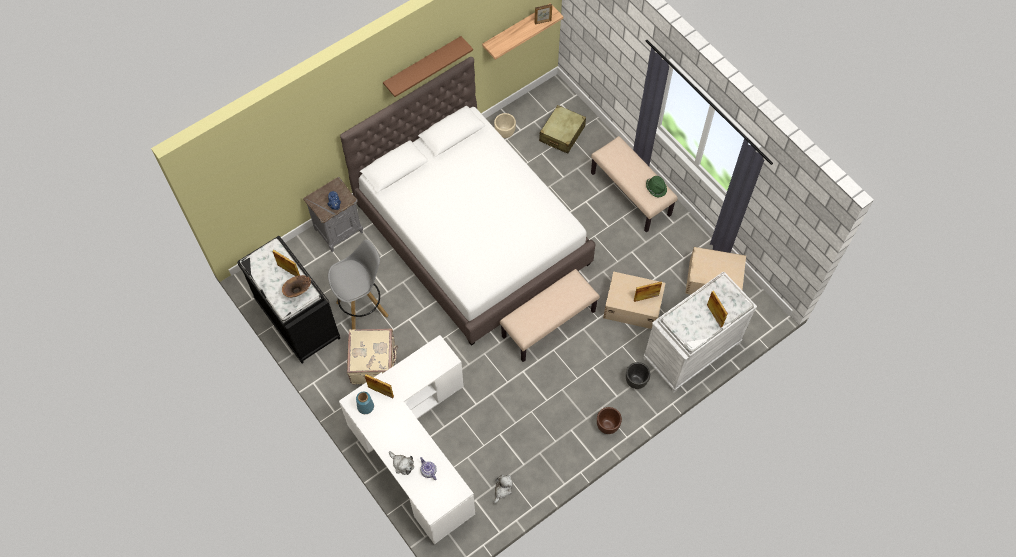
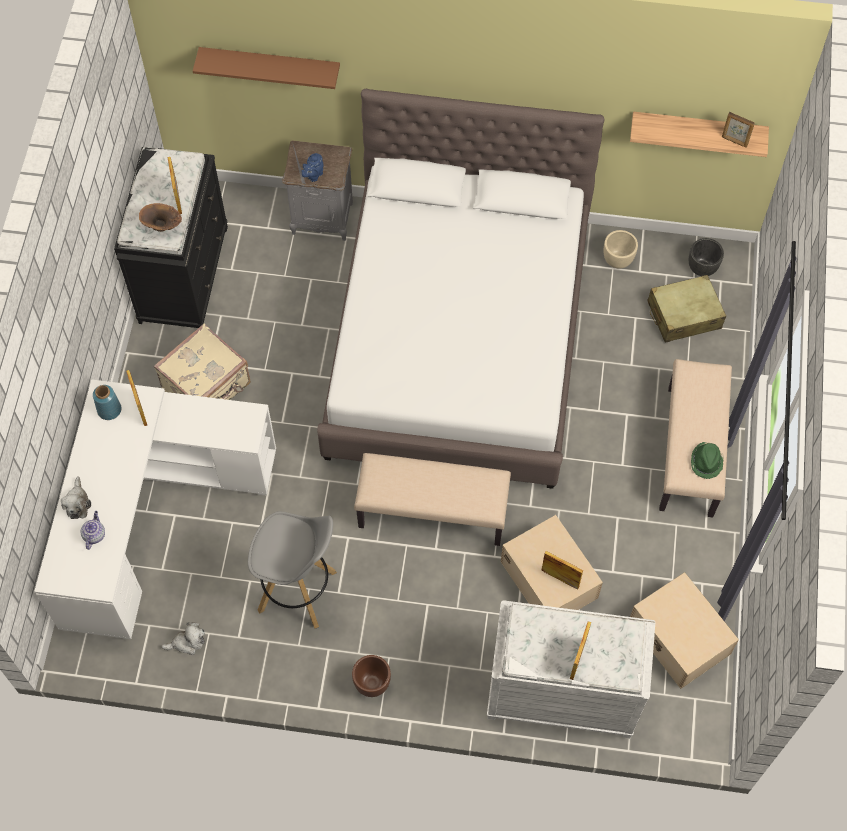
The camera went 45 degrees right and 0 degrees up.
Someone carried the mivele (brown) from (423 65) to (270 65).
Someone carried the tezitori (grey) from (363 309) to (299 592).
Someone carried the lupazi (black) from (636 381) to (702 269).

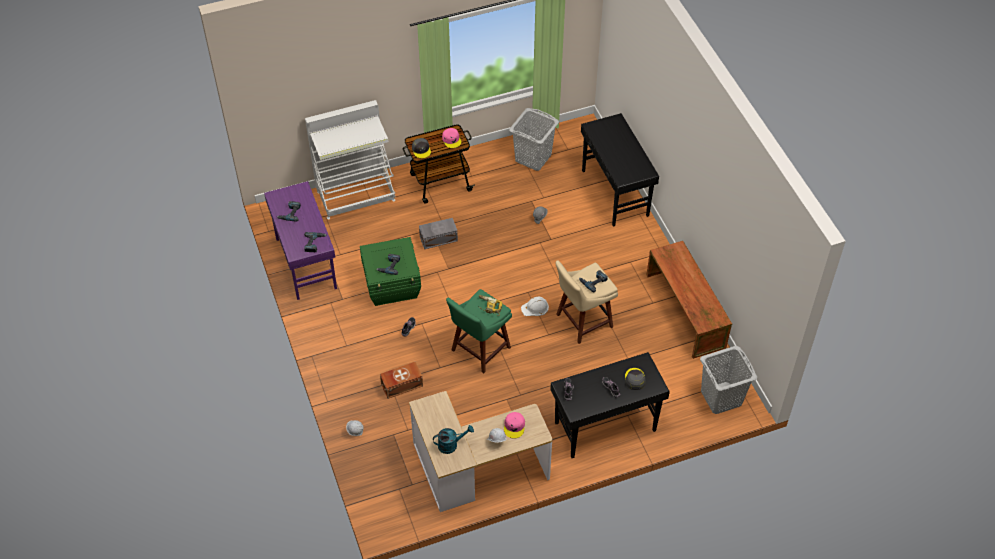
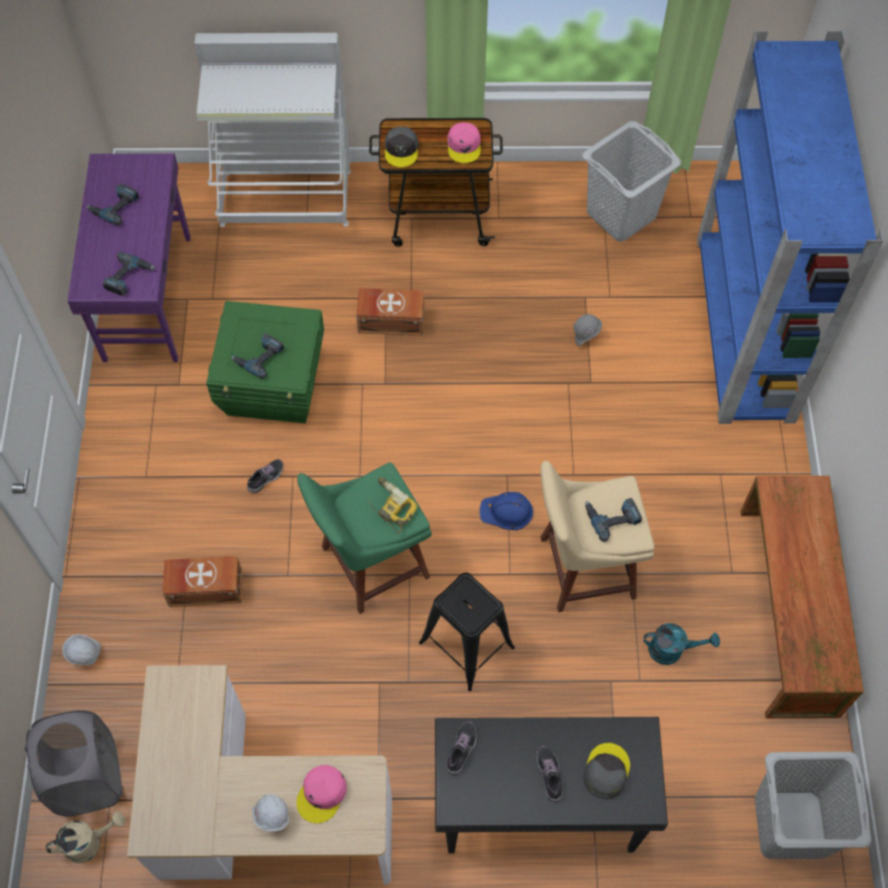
The camera went 20 degrees right and 10 degrees up.
Someone put down the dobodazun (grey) at (89 778).
Someone put down the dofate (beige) at (89 842).
Someone repainted the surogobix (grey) at (438 238), which became the surogobix (brown) at (390 320).
Someone put down the tezitori (black) at (466 645).
Someone repainted the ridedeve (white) at (535 308), which became the ridedeve (blue) at (507 511).
Someone carried the dofate (turquoise) from (451 444) to (672 649).
Someone swapped the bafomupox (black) at (615 193) for the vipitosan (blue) at (744 327).

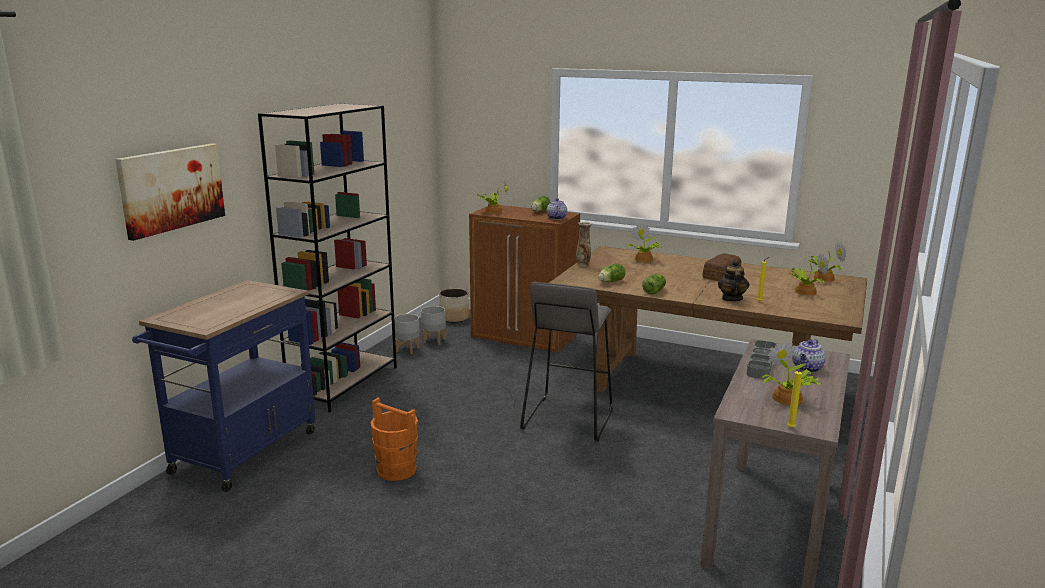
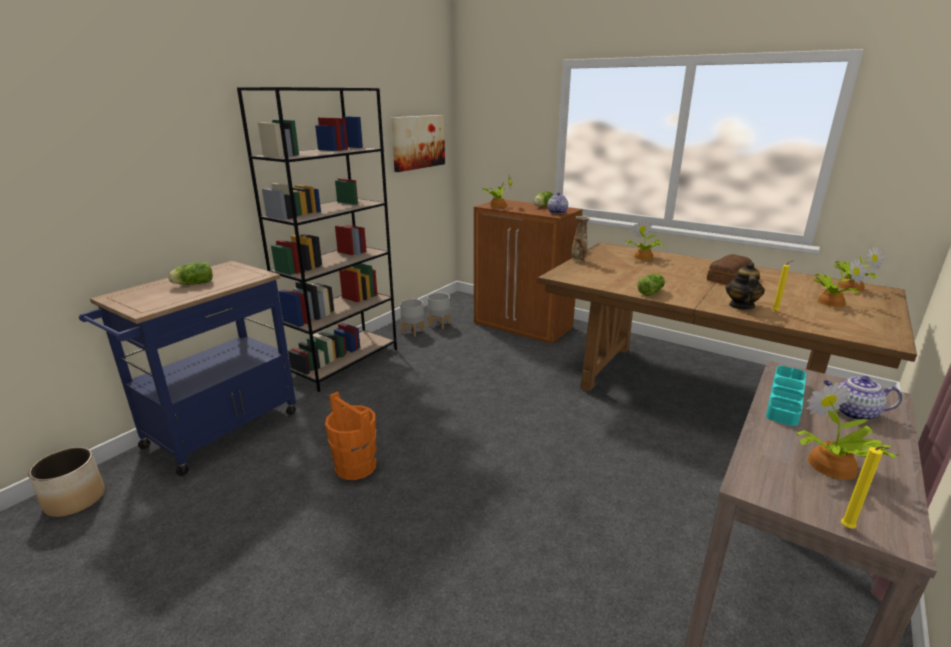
The camera went 10 degrees right and 5 degrees up.
Someone carried the lupazi from (454 318) to (75 500).
Someone carried the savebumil from (610 282) to (192 284).
Someone carried the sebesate from (171 189) to (418 142).
Someone repainted the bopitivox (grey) at (761 363), which became the bopitivox (turquoise) at (785 399).
Someone rotated the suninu at (807 368) by 60 degrees clockwise.
Someone took away the tezitori (grey) at (567 419).

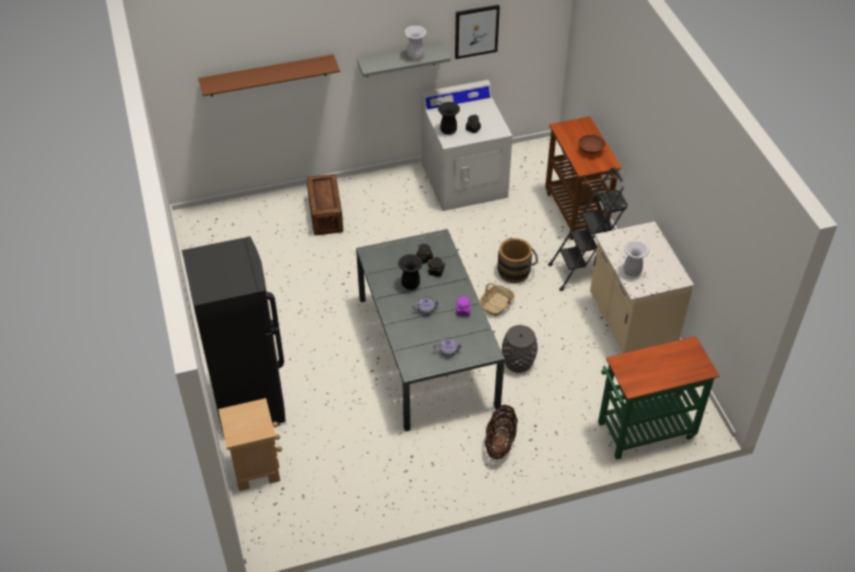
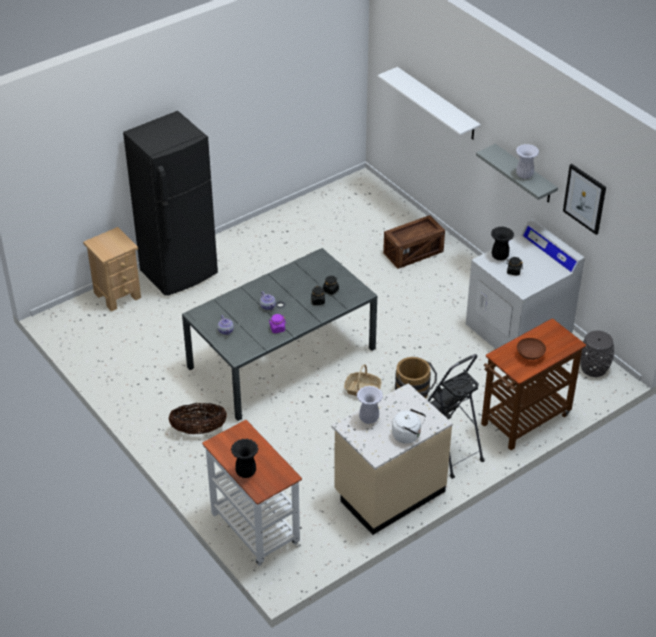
The camera went 70 degrees right and 5 degrees down.
Someone repainted the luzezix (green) at (644 431), which became the luzezix (white) at (254 528).
Someone carried the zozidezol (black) from (410 284) to (246 472).
Someone repainted the mivele (brown) at (267 75), which became the mivele (white) at (437 104).
Someone put down the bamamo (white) at (408 435).
Someone carried the tezitori (grey) from (518 362) to (593 368).

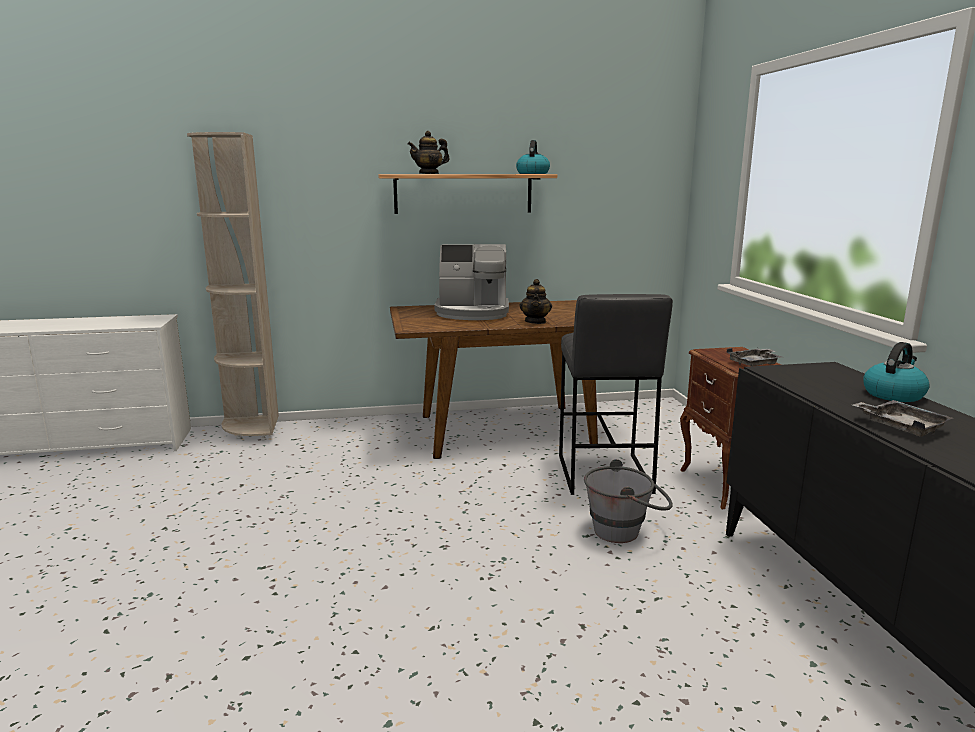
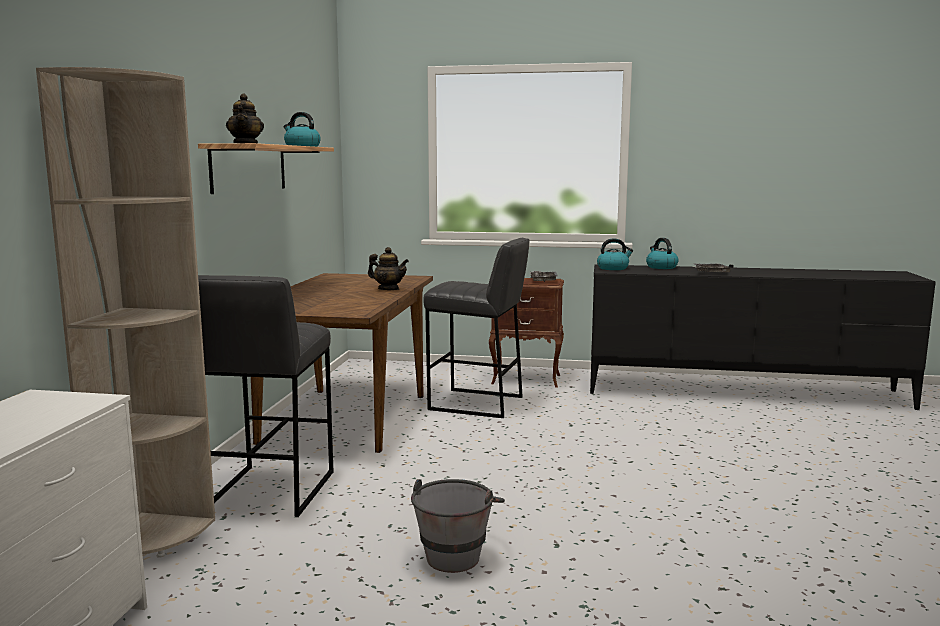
The camera went 70 degrees left and 5 degrees down.
Someone put down the tezitori (grey) at (270 491).
Someone carried the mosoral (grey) from (626 531) to (456 553).
Someone put down the bamamo at (613 268).
Someone took away the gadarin at (473 313).

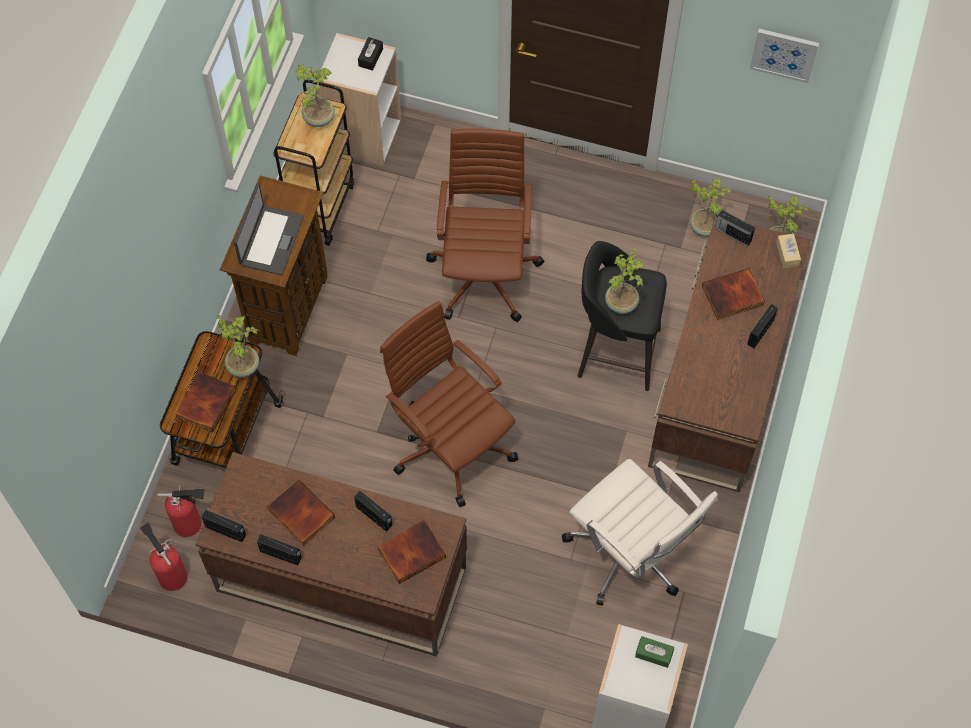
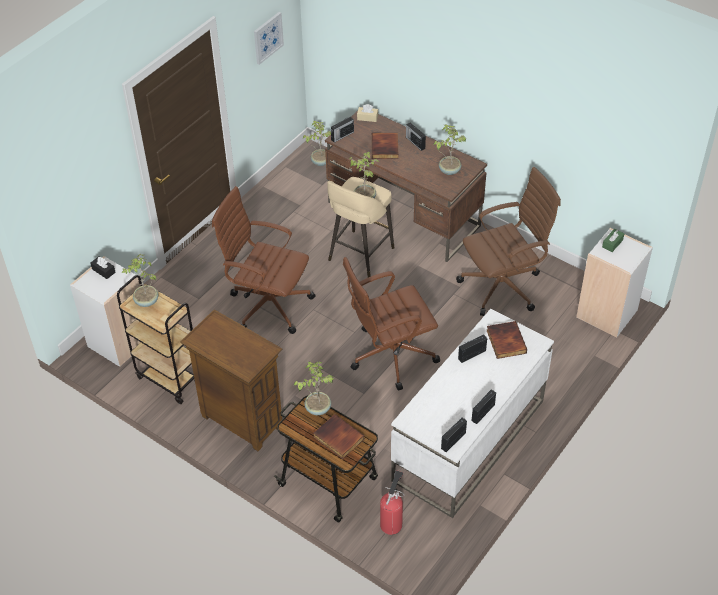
The camera went 70 degrees left and 15 degrees down.
Someone repainted the tezitori (black) at (616 352), which became the tezitori (beige) at (360 255).
Someone repainted the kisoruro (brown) at (340 579), which became the kisoruro (white) at (468 441).
Someone carried the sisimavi from (704 227) to (449 170).
Someone repainted the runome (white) at (631 554), which became the runome (brown) at (503 286).
Someone took away the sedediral at (171 574).
Someone took away the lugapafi at (270 240).
Someone took away the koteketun at (300 514).

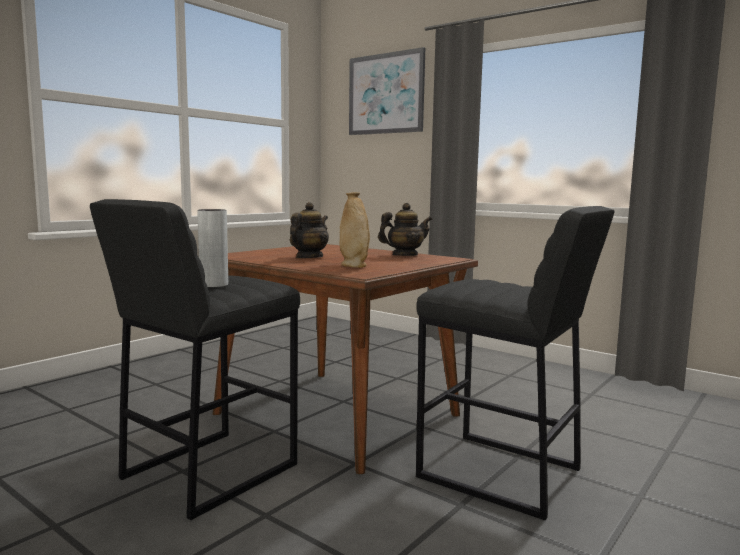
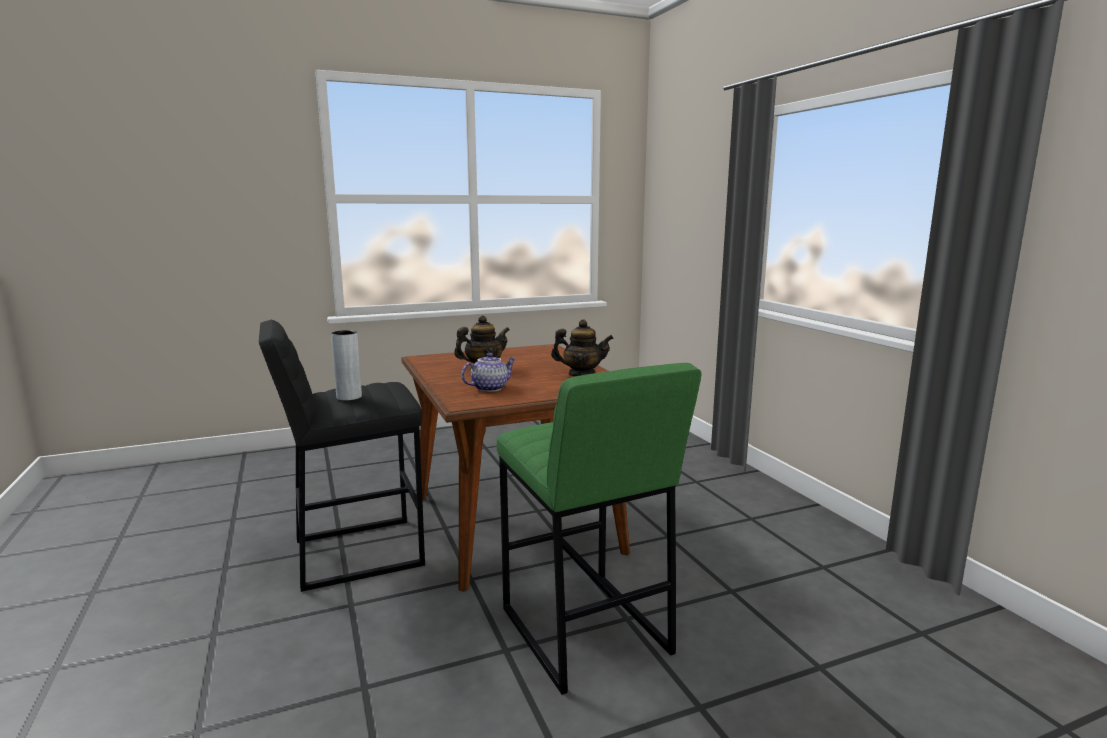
The camera went 30 degrees right and 5 degrees up.
Someone swapped the zozidezol (beige) at (353 266) for the suninu at (489 388).
Someone repainted the tezitori (black) at (503 474), which became the tezitori (green) at (587 633).
Someone took away the sebesate at (386 94).

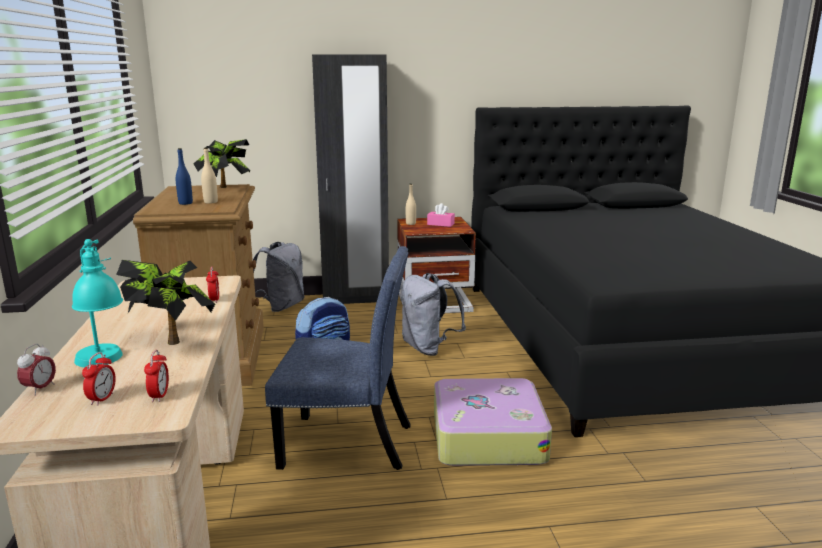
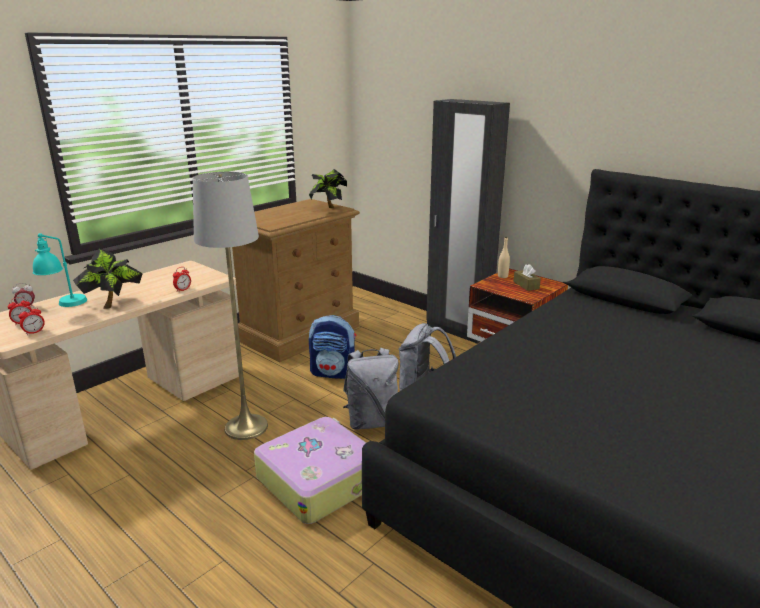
The camera went 50 degrees right and 5 degrees up.
Someone swapped the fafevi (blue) at (344 443) for the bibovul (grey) at (246 427).
Someone carried the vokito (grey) from (281 306) to (372 421).
Someone repainted the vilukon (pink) at (440 224), which became the vilukon (brown) at (526 285).
Someone took away the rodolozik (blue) at (185 203).
Someone took away the rodolozik (beige) at (210 202).

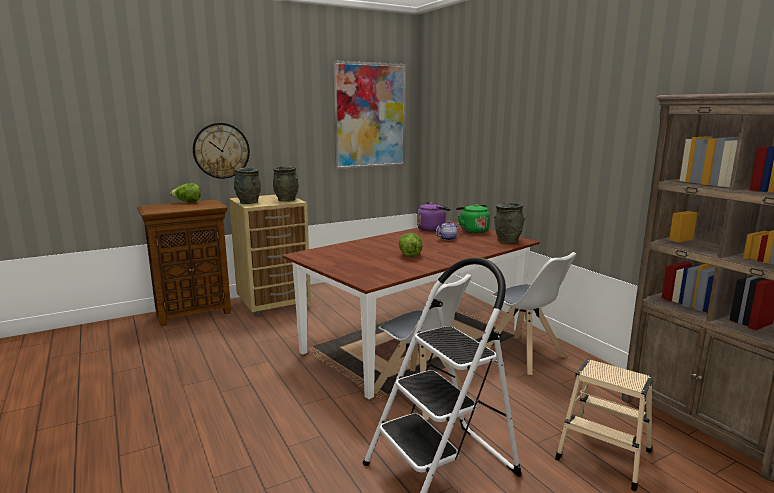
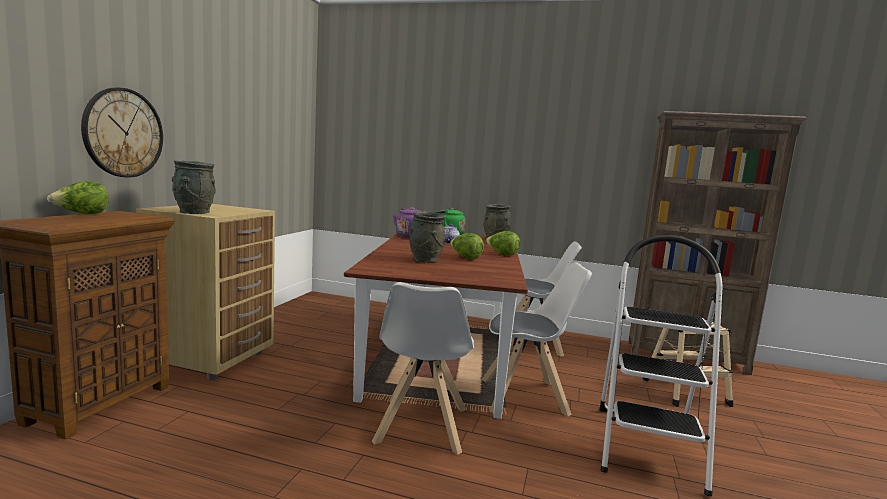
The camera went 45 degrees left and 5 degrees down.
Someone put down the fafevi at (421 427).
Someone carried the zozidezol (grey) from (286 200) to (425 260).
Someone put down the savebumil at (502 254).
Someone took away the sebesate at (370 115).

